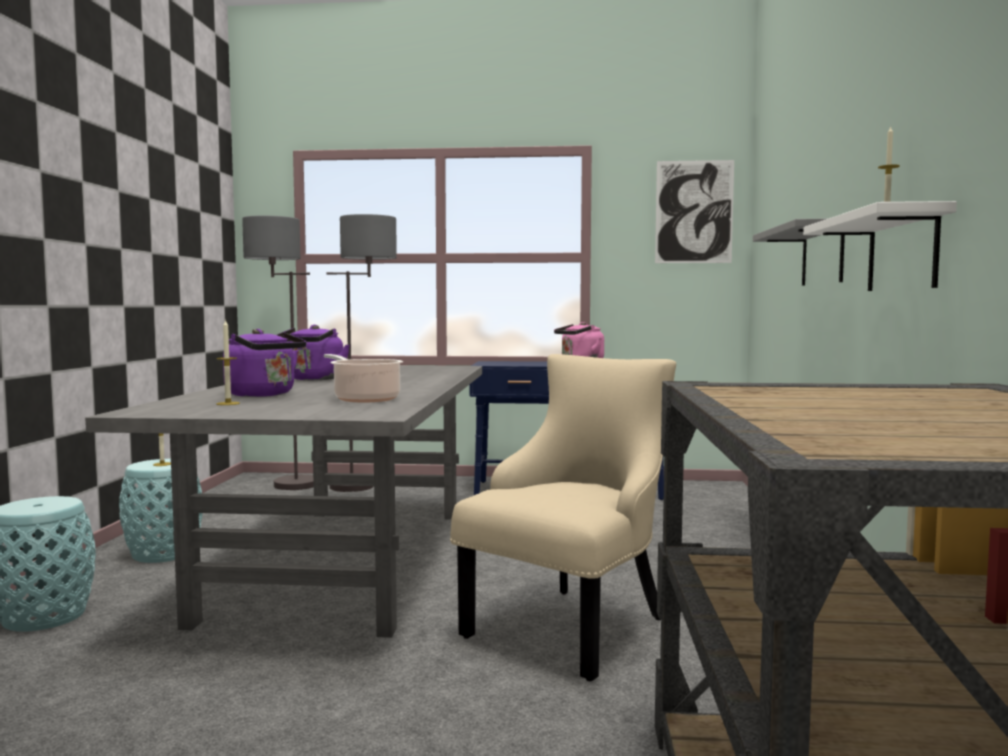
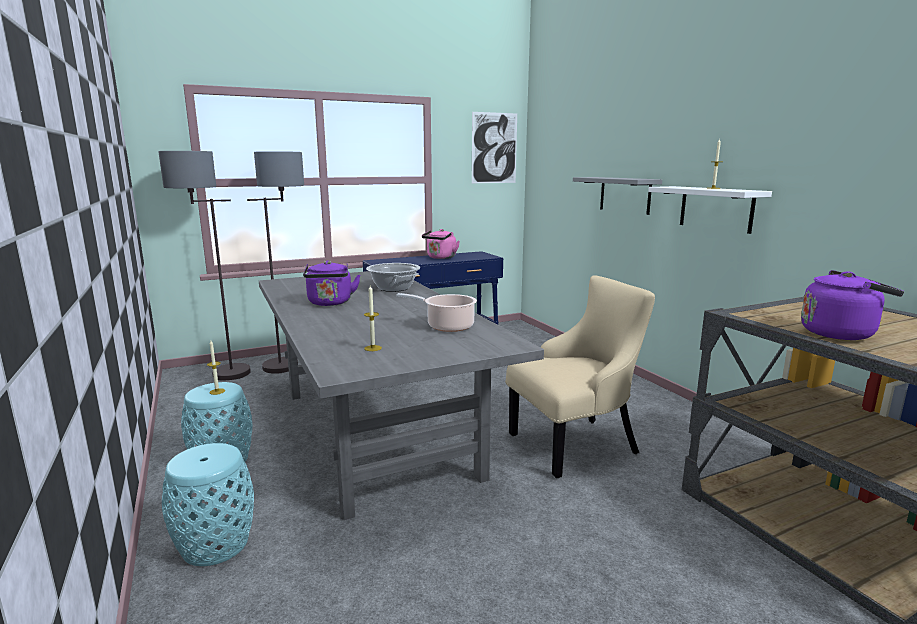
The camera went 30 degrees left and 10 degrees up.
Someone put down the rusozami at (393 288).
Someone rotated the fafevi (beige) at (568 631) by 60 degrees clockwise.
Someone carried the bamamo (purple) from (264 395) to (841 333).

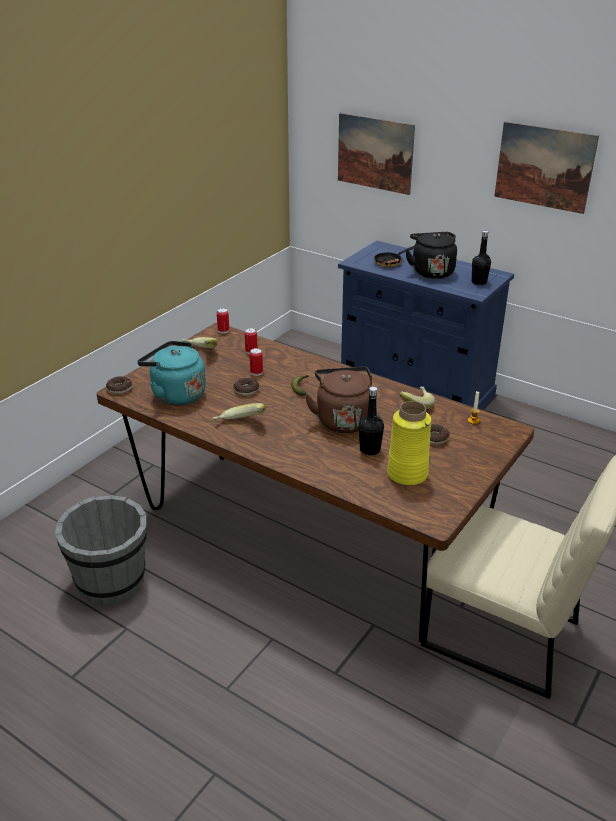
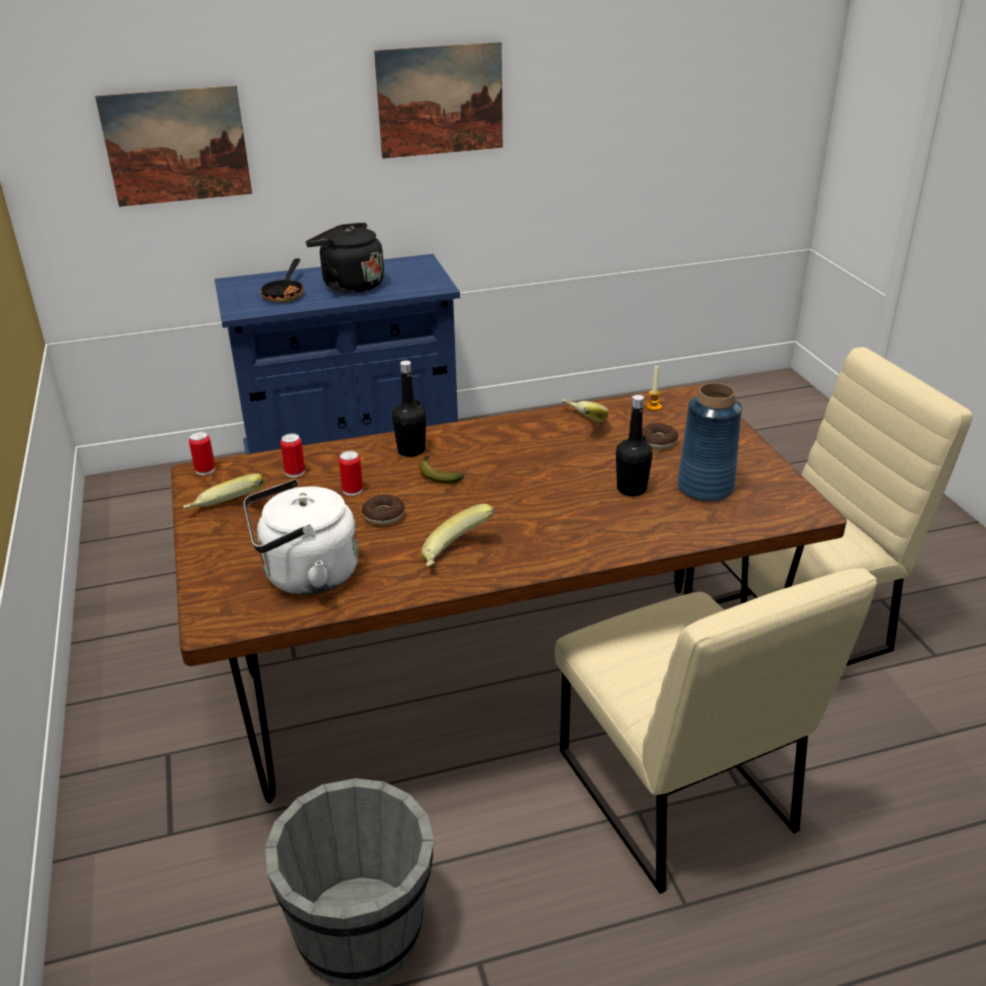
The camera went 50 degrees left and 0 degrees up.
Someone repainted the bamamo (turquoise) at (176 394), which became the bamamo (white) at (305 576).
Someone carried the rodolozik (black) from (479 282) to (411 450).
Someone put down the fafevi (beige) at (677 795).
Someone repainted the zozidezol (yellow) at (407 474), which became the zozidezol (blue) at (704 487).
Someone took away the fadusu at (119 389).
Someone took away the bamamo (brown) at (343 419).

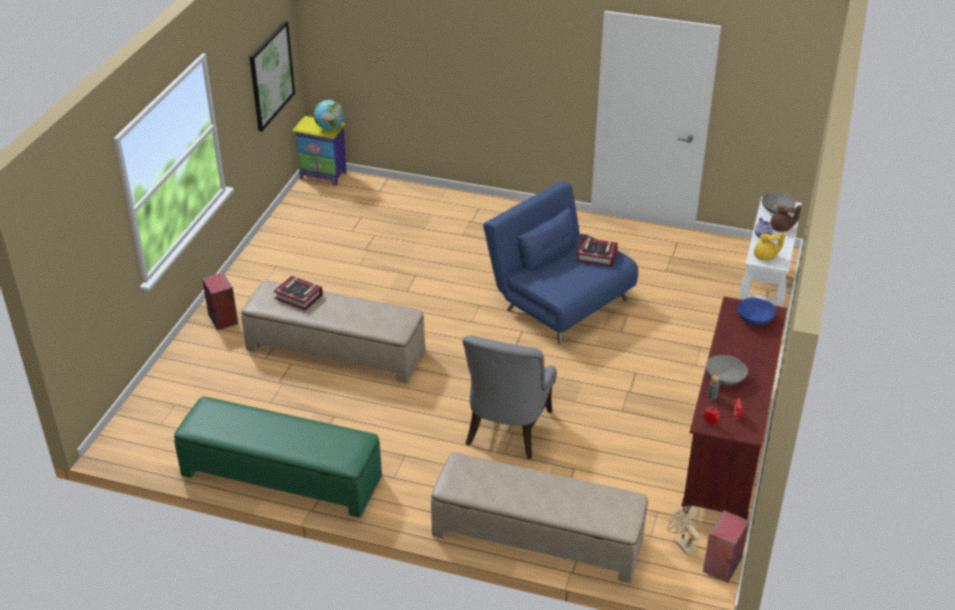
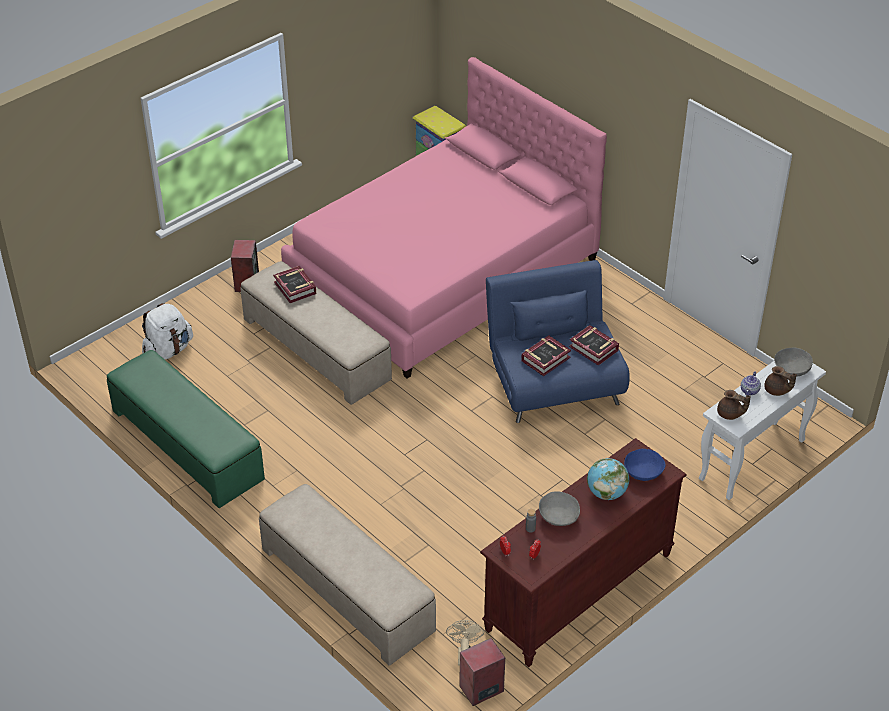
The camera went 30 degrees right and 5 degrees up.
Someone put down the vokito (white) at (168 350).
Someone put down the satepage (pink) at (443 273).
Someone put down the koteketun at (545 359).
Someone carried the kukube from (330 128) to (606 493).
Someone repainted the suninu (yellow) at (765 257), which became the suninu (brown) at (730 414).
Someone took away the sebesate at (271 75).
Someone took away the fafevi (grey) at (507 428).

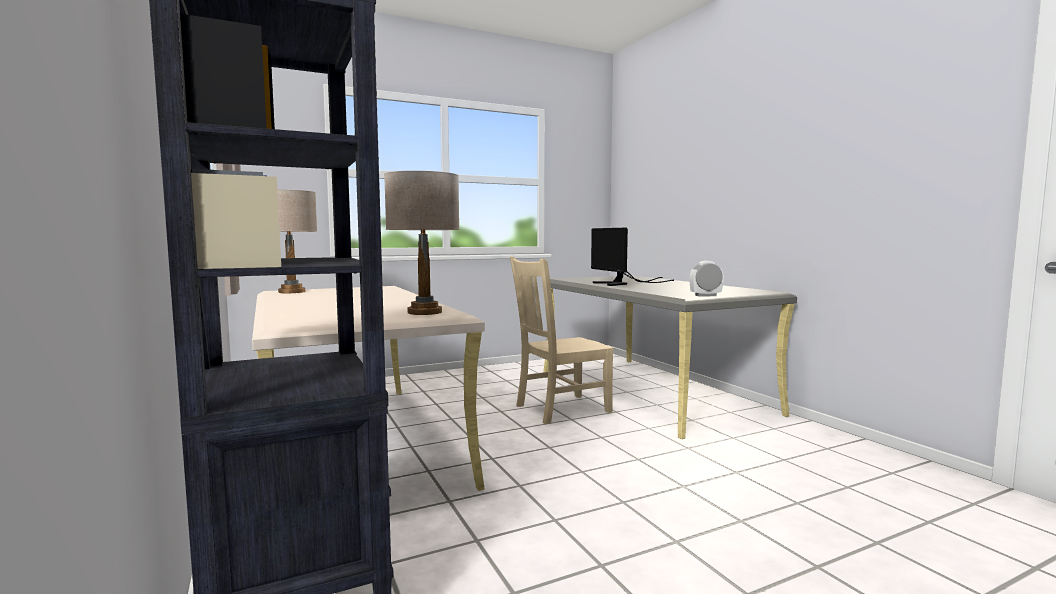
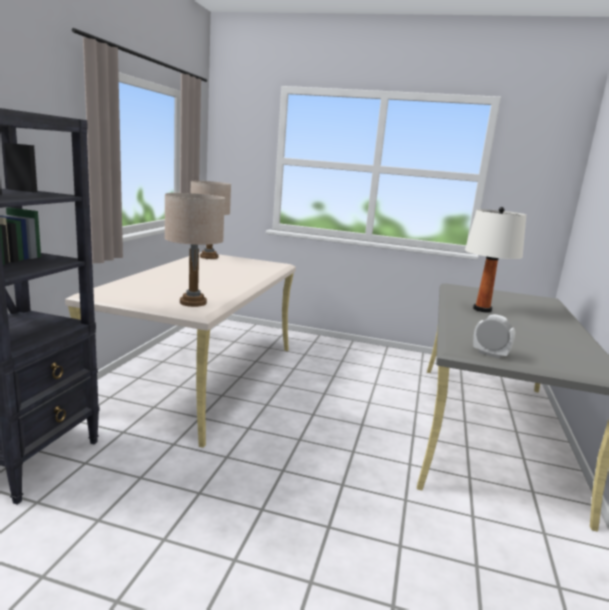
The camera went 40 degrees right and 10 degrees up.
Someone swapped the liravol at (621 284) for the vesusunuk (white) at (482 309).
Someone took away the fafevi (beige) at (559 409).

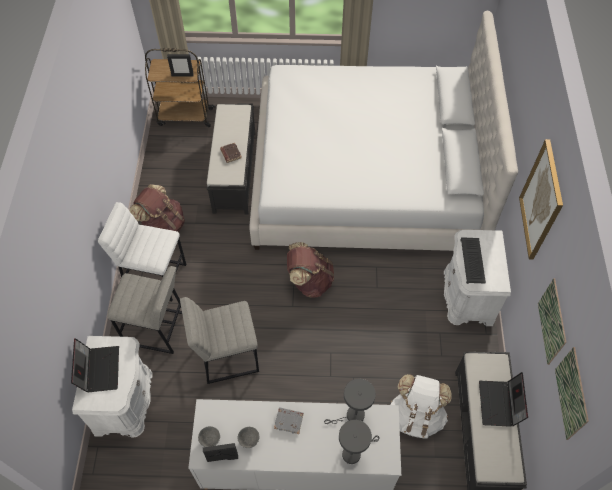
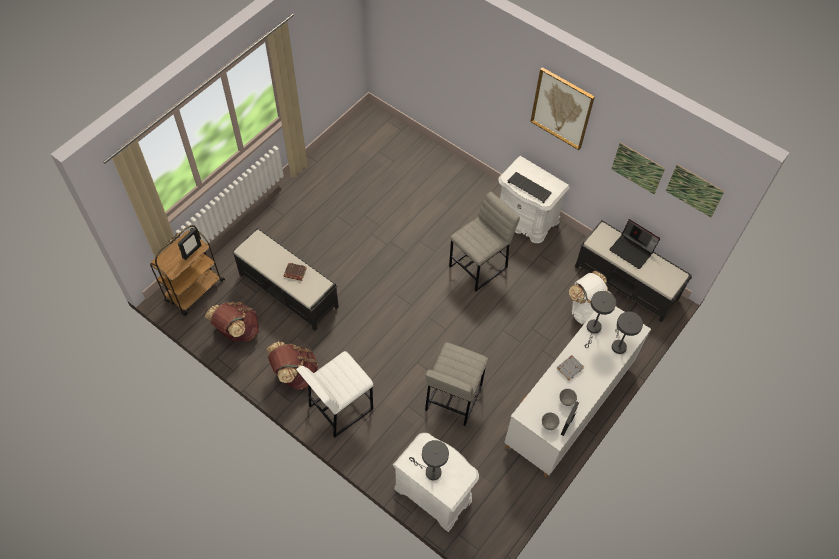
The camera went 55 degrees left and 0 degrees up.
Someone carried the vokito (brown) from (309 281) to (237 331).
Someone swapped the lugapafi at (99 369) for the vesusunuk (grey) at (430 471).
Someone carried the fafevi (grey) from (157 328) to (479 266).
Someone took away the satepage (white) at (367 175).

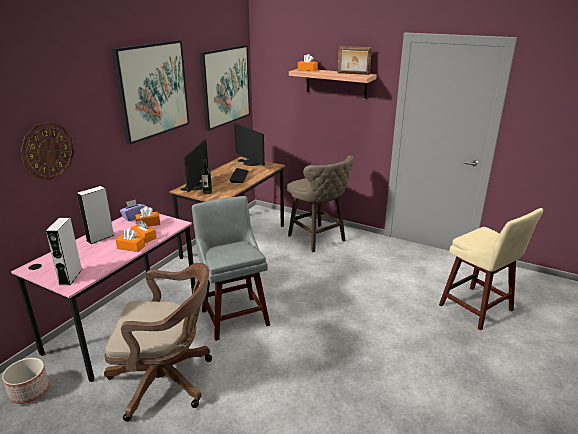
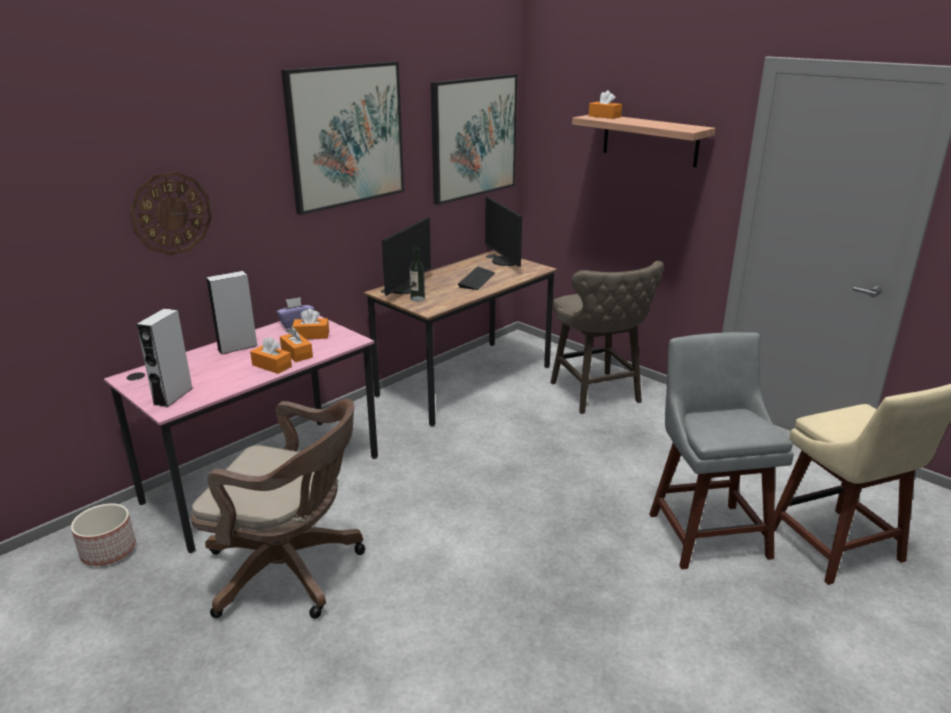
The camera went 15 degrees right and 0 degrees up.
Someone carried the fafevi (grey) from (234 315) to (706 531).
Someone took away the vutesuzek at (353 74).

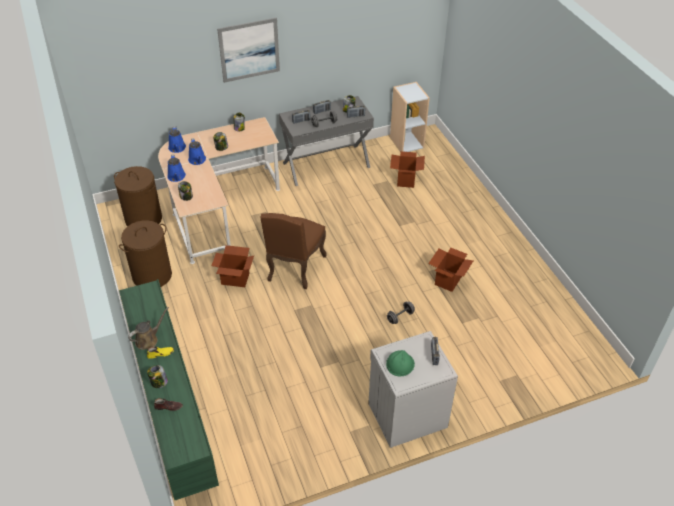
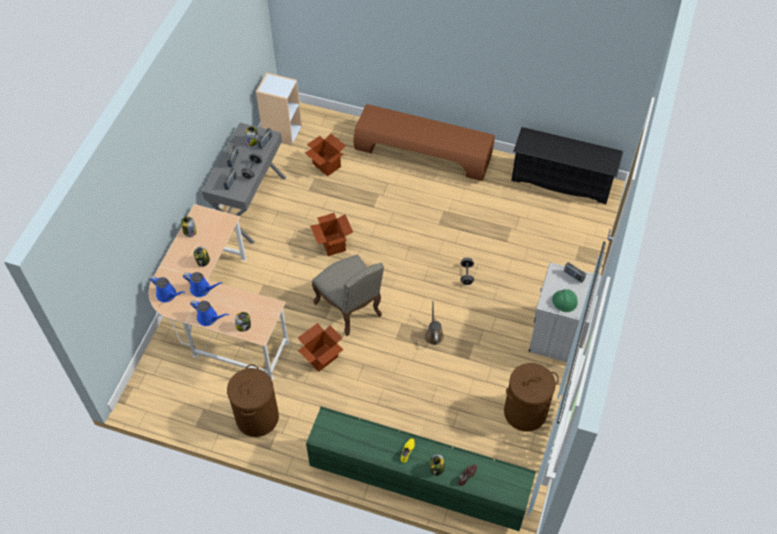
The camera went 50 degrees left and 10 degrees up.
Someone carried the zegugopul from (448 280) to (333 244).
Someone repainted the fafevi (brown) at (294 268), which became the fafevi (grey) at (350 309).
Someone put down the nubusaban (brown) at (423 153).
Someone carried the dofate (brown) from (148 339) to (434 334).
Someone carried the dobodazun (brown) from (143 219) to (525 412).
Someone put down the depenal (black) at (561 181).
Someone took away the sebesate at (249 50).

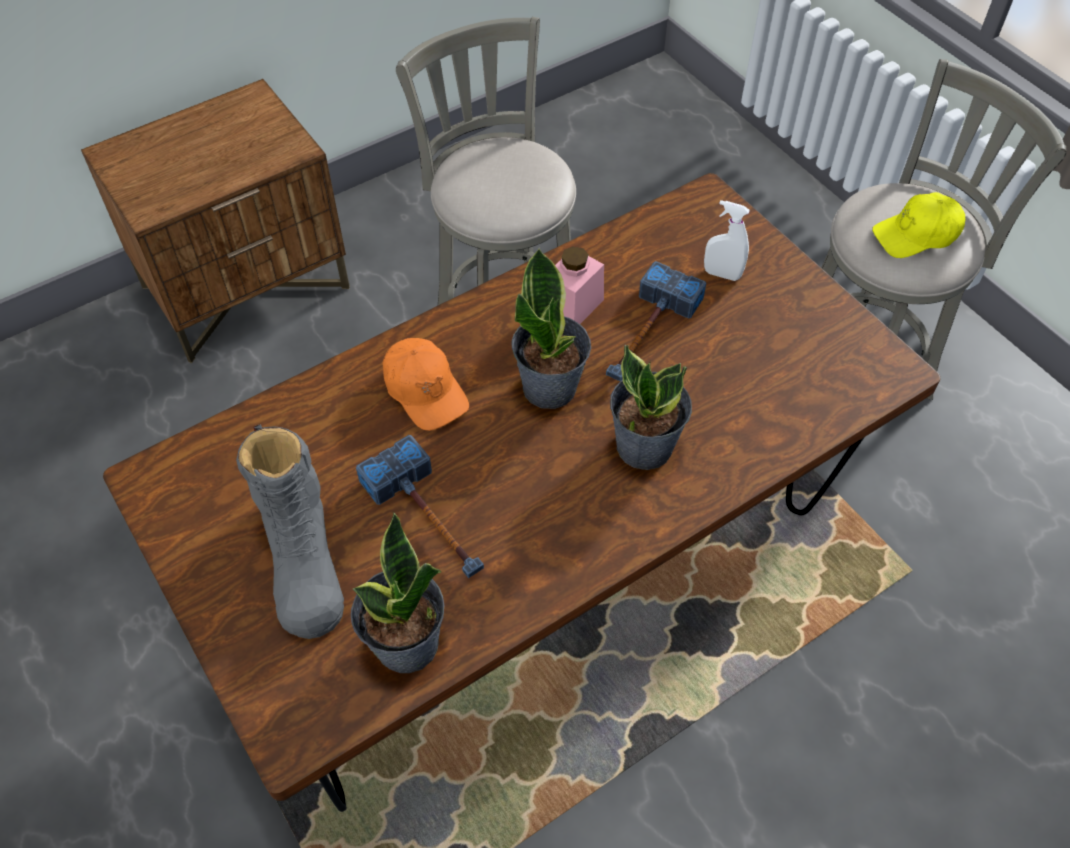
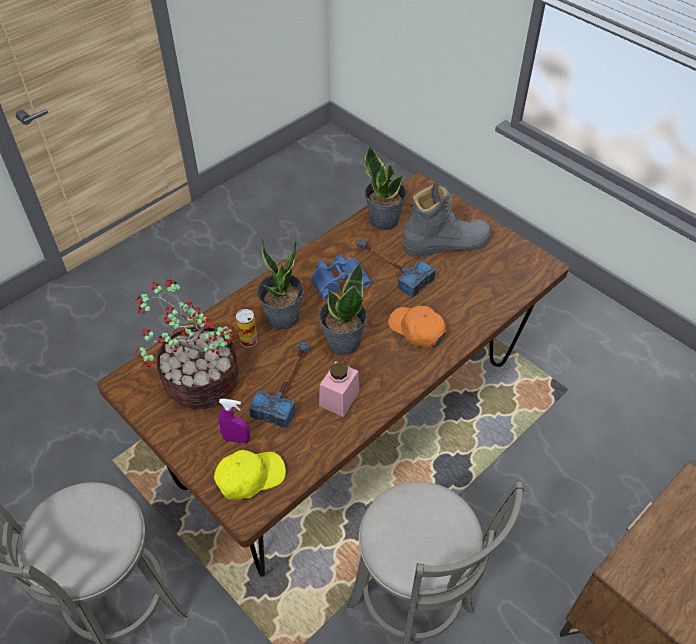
The camera went 170 degrees right and 5 degrees down.
Someone put down the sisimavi at (199 381).
Someone carried the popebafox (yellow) from (916 235) to (249 477).
Someone repainted the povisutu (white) at (722 274), which became the povisutu (purple) at (236 439).
Someone put down the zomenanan at (248 340).
Someone put down the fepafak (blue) at (338 279).
Someone rotated the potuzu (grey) at (303 560) by 105 degrees clockwise.

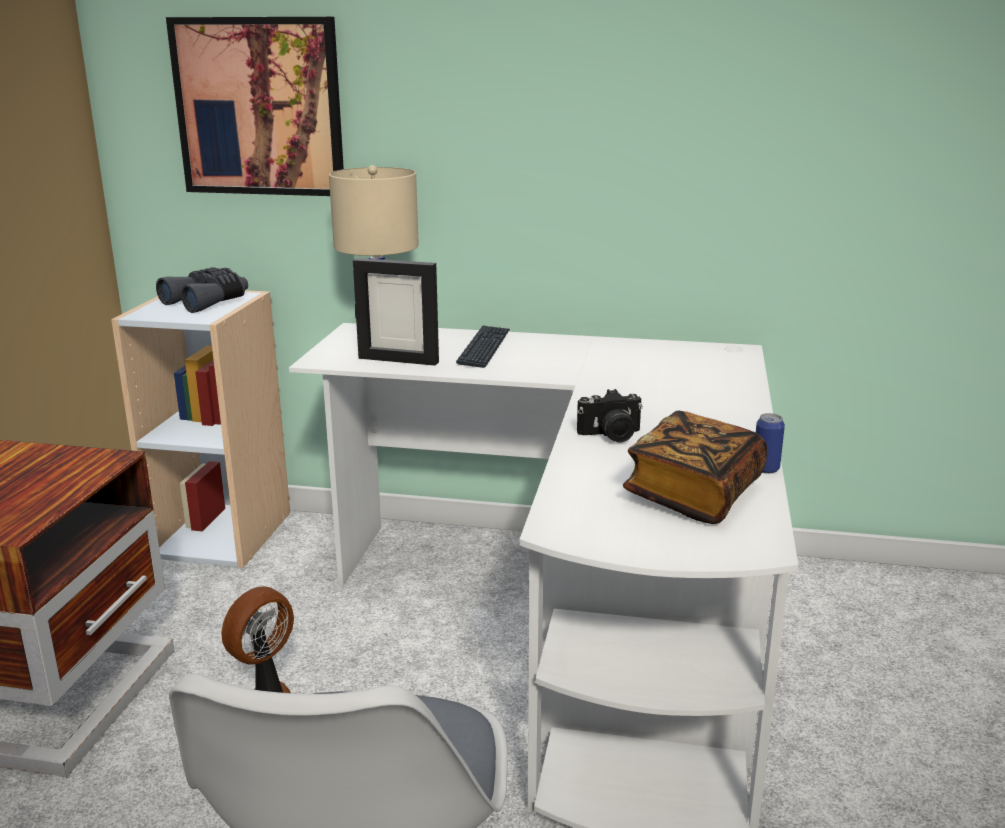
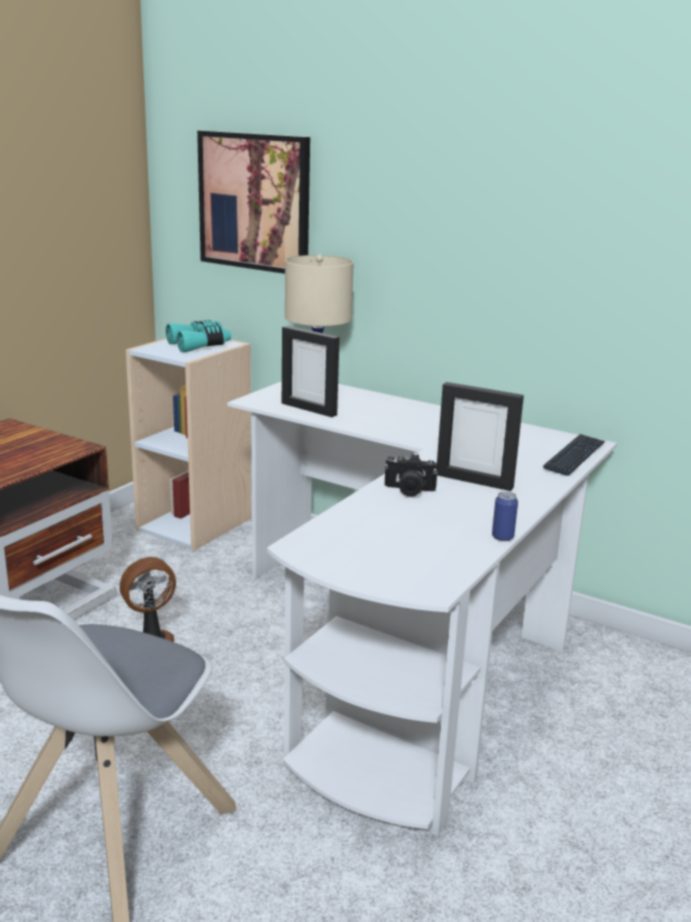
The camera went 20 degrees right and 0 degrees up.
Someone repainted the fepafak (grey) at (208 301), which became the fepafak (turquoise) at (200 345).
Someone put down the vutesuzek at (474 480).
Someone carried the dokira from (484 348) to (575 456).
Someone took away the koteketun at (694 494).

